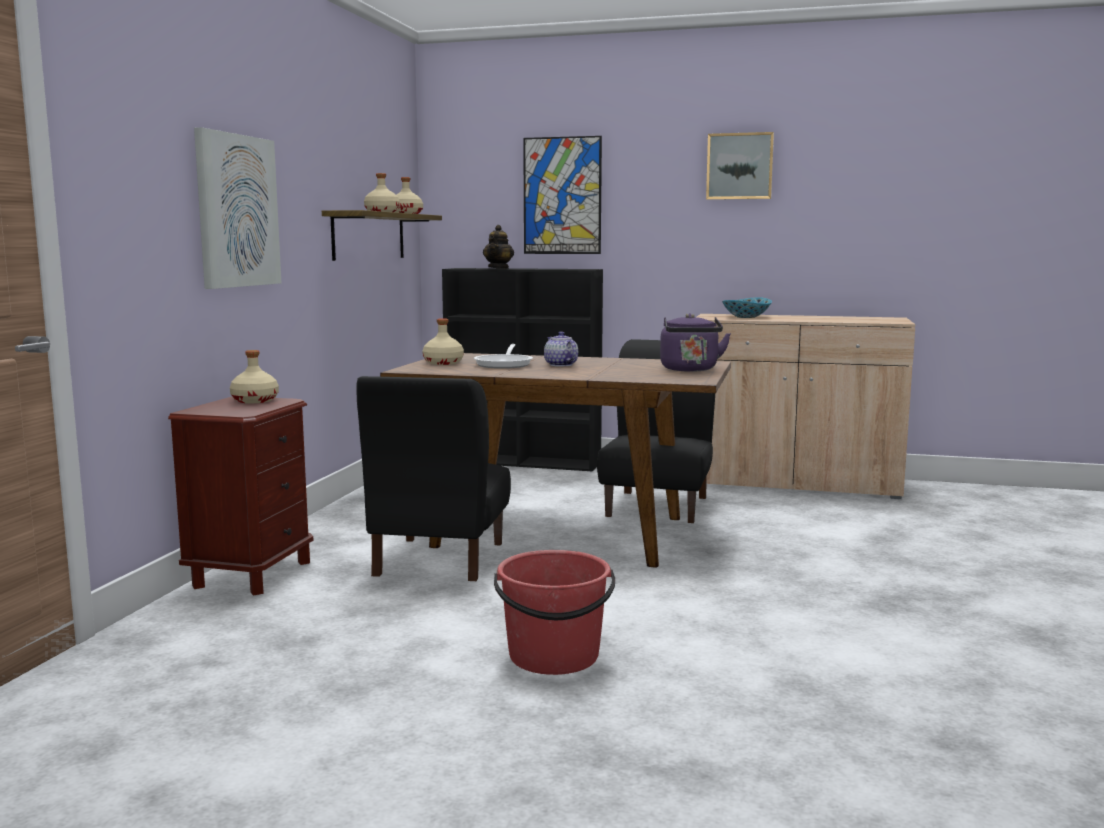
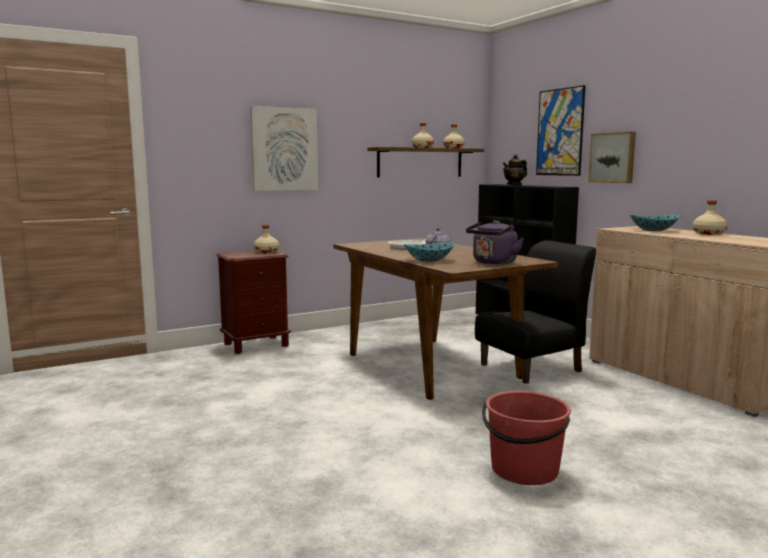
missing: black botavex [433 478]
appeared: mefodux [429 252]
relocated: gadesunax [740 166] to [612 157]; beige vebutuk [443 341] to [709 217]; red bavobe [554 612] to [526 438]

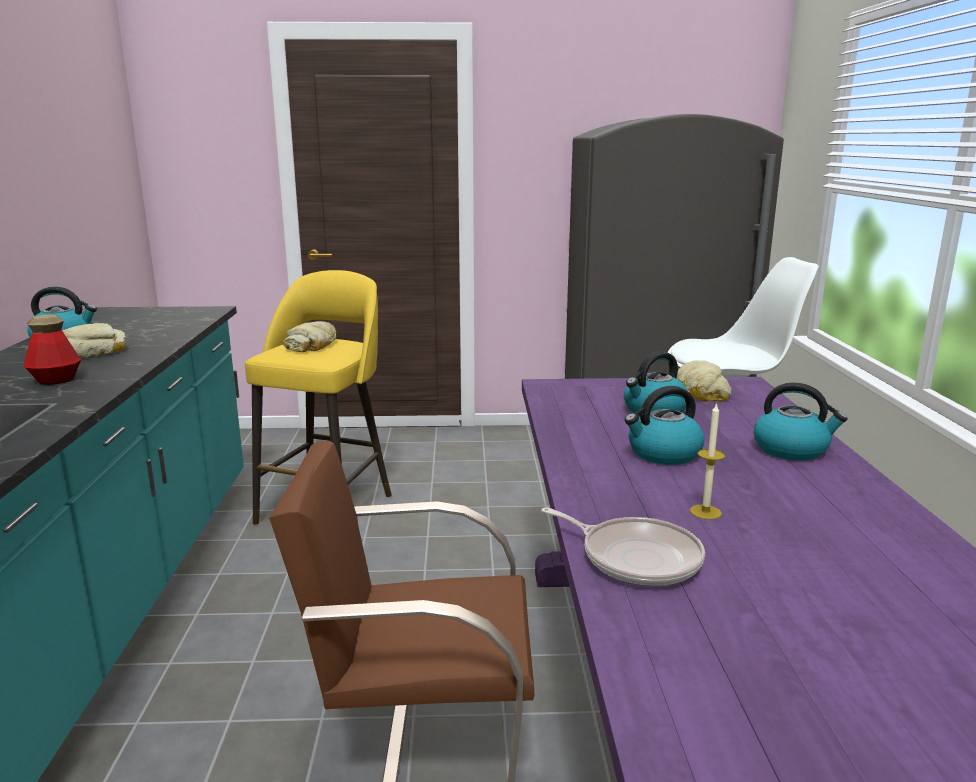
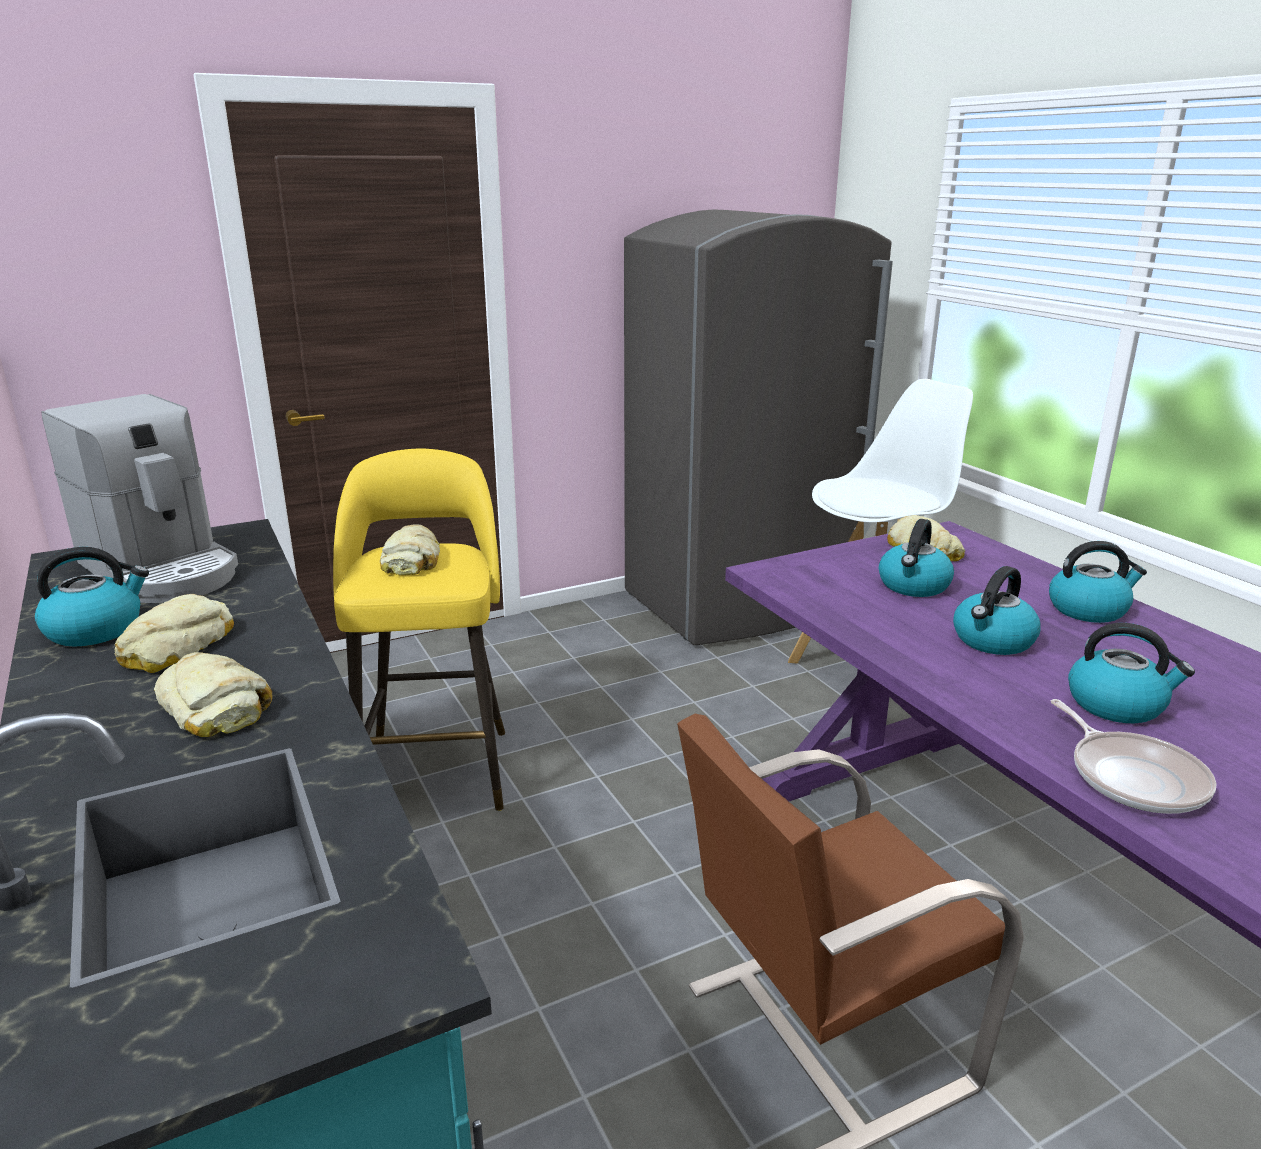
appeared: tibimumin [139 498]
exchanged: vebutuk [52 350] to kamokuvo [213 694]; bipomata [707 461] to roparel [1131 673]
spun: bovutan [623 546] = [1134 756] 60 degrees clockwise

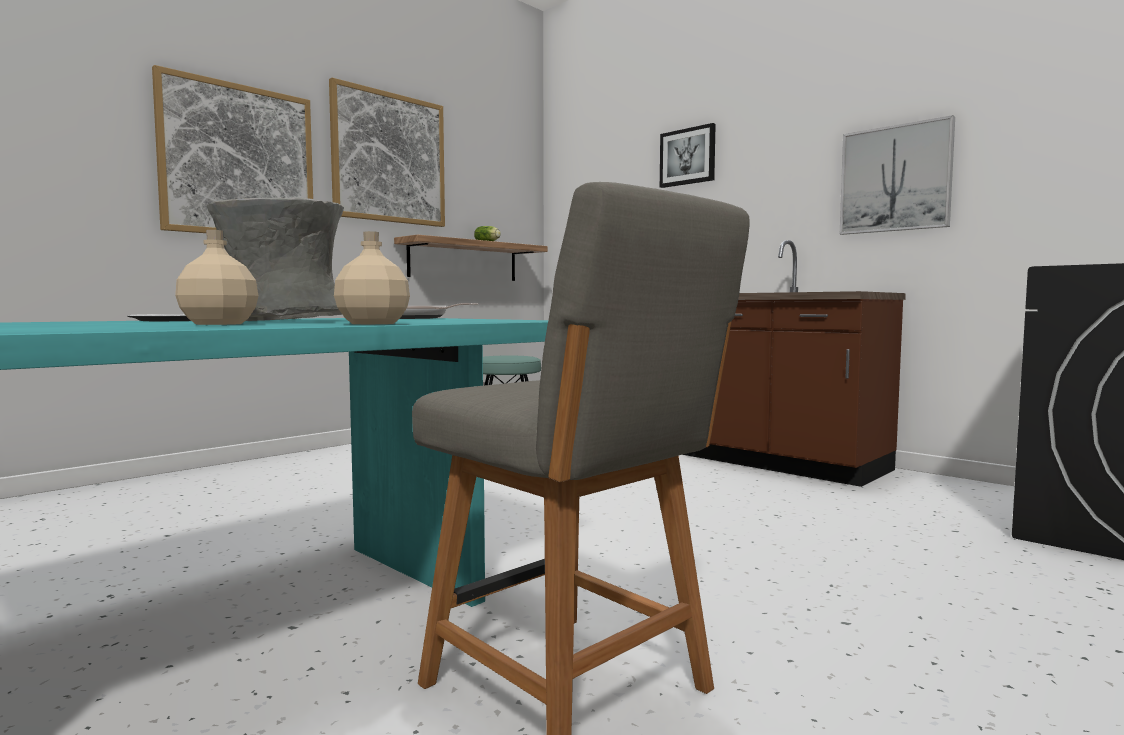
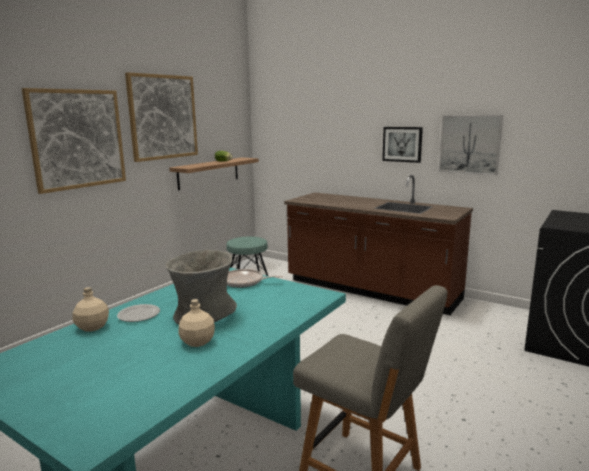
relocated: gadesunax [688 155] to [402 145]; beige vebutuk [372 277] to [91 309]

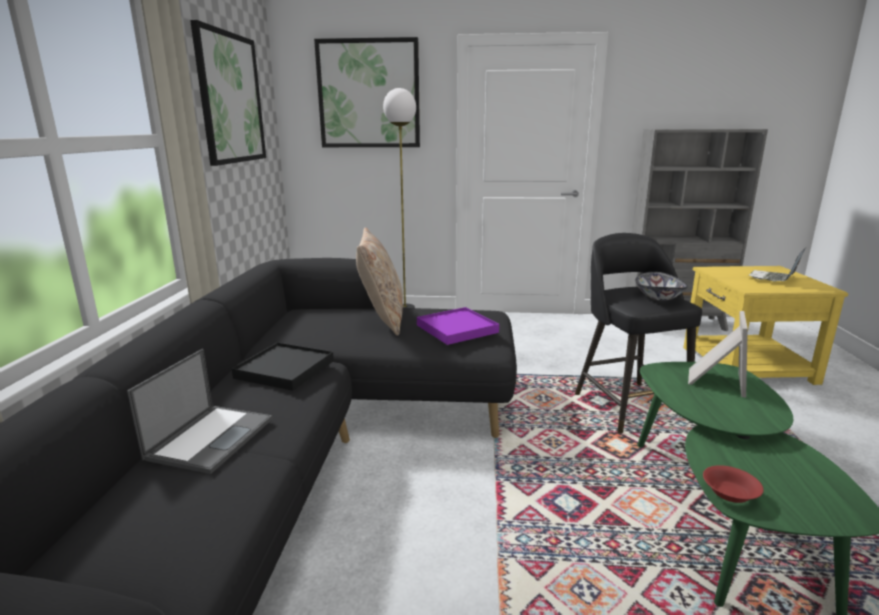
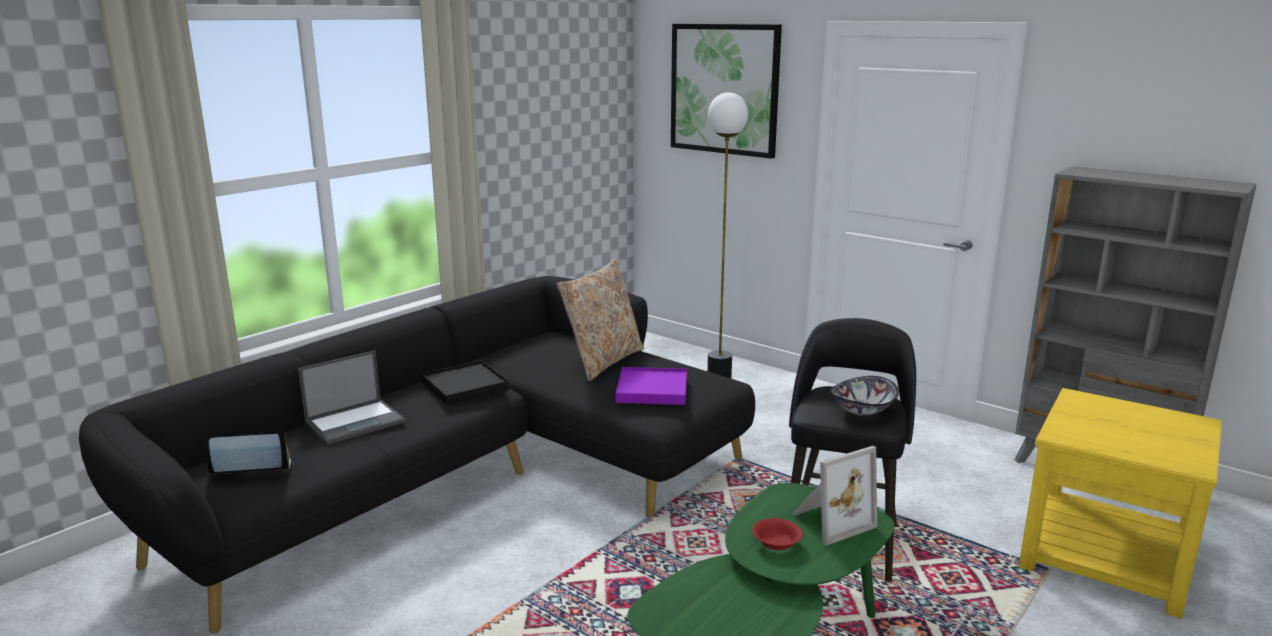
missing: gadesunax [228 93]
relocated: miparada [777 264] to [249 452]; red mefodux [733 484] to [777 534]

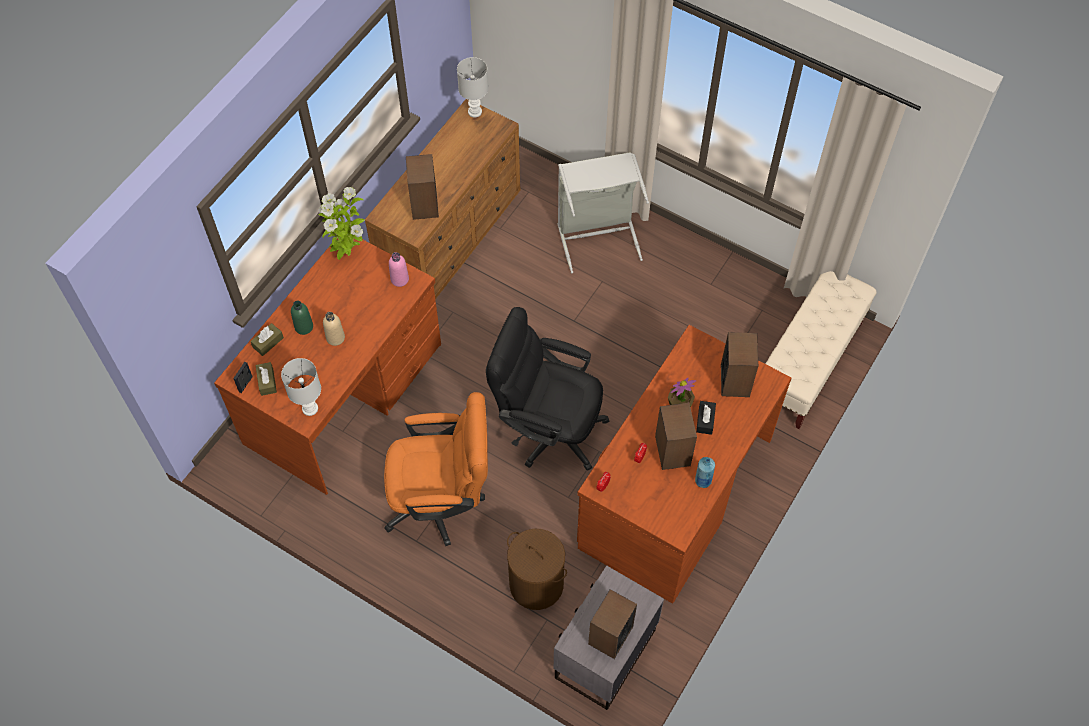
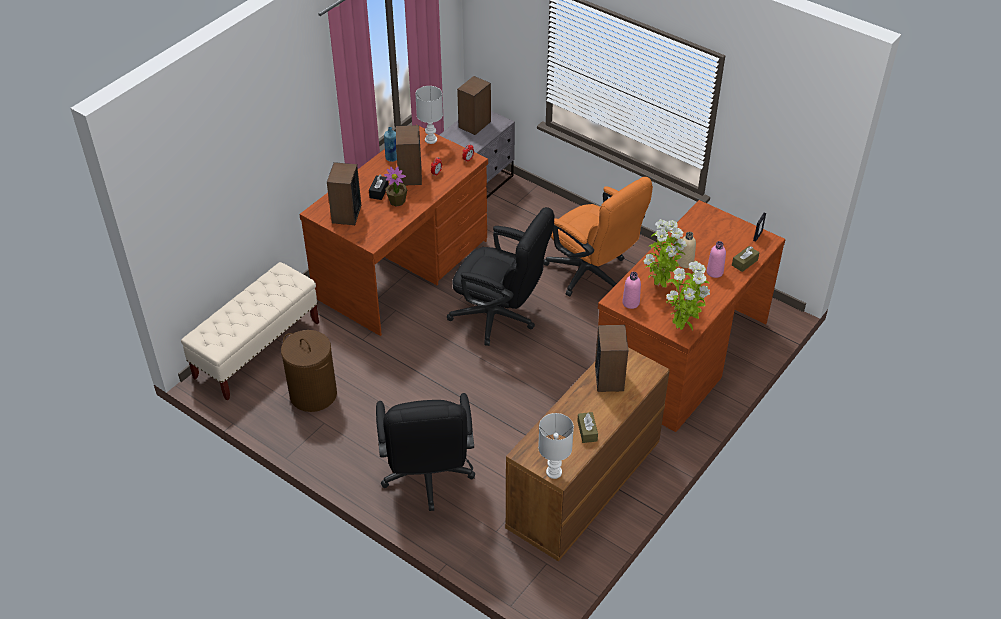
appeared: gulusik [665 253]
relocated: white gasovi [301 387] to [429 115]; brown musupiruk [266 379] to [587 427]; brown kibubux [537 569] to [309 371]
exchanged: grey kibubux [603 212] to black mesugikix [425 452]
colour: green vebutuk [302 318] to pink vebutuk [716 259]
spun: orange mesugikix [436 469] = [598 236] 135 degrees counterclockwise

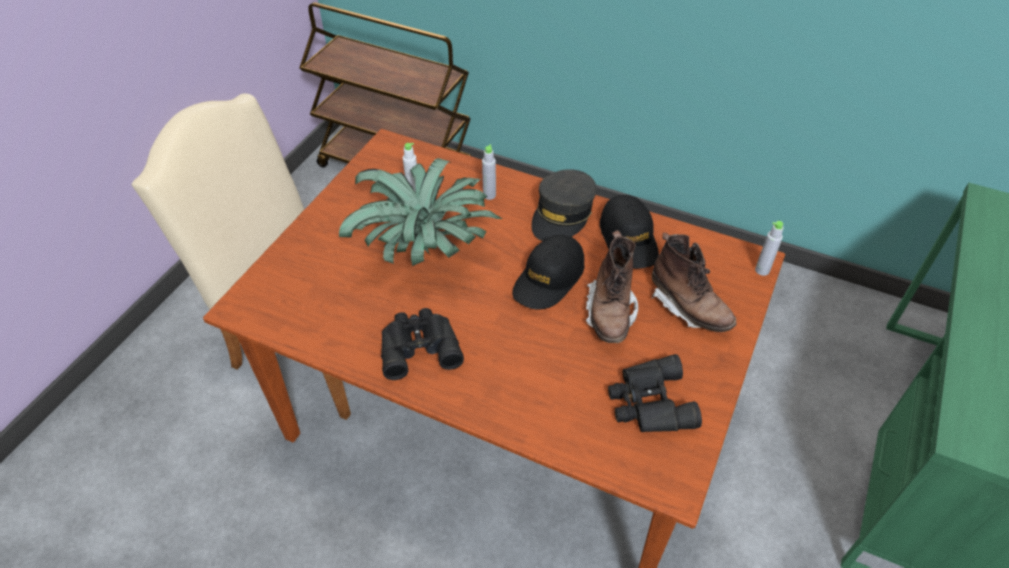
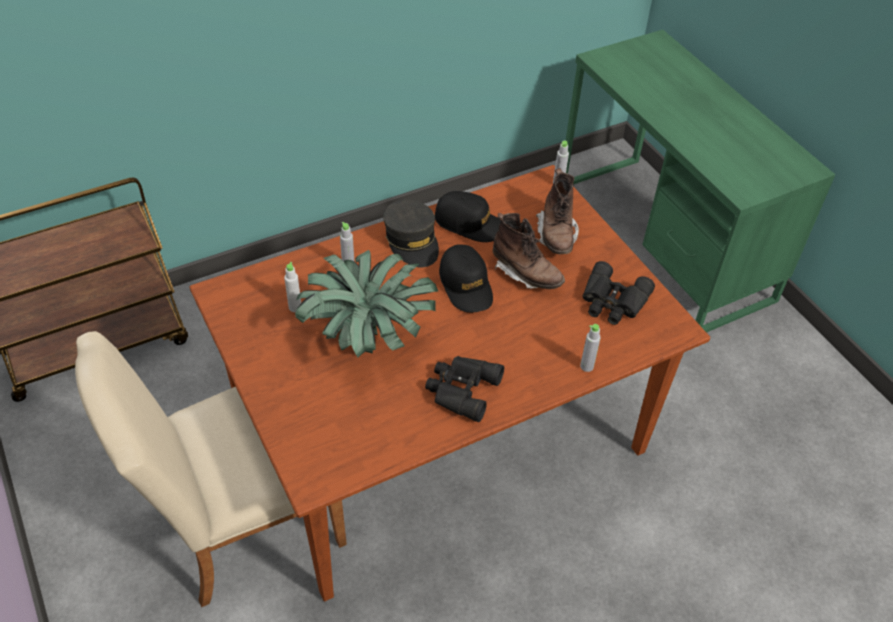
appeared: grey vebutuk [590 348]
spun: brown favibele [694 282] = [557 211] 90 degrees clockwise

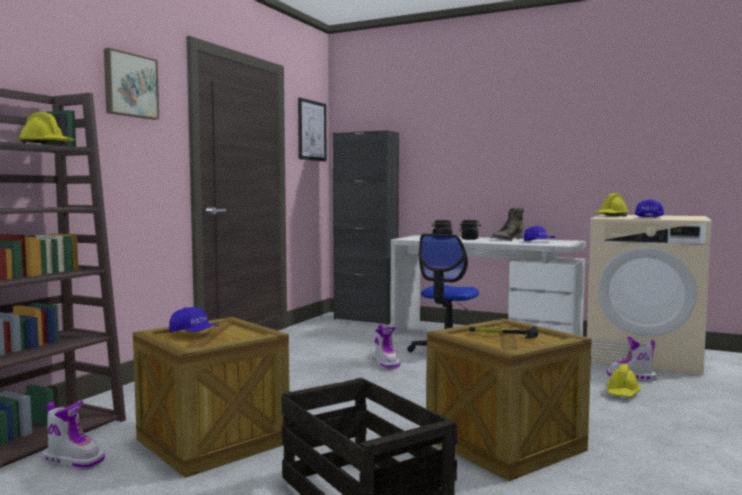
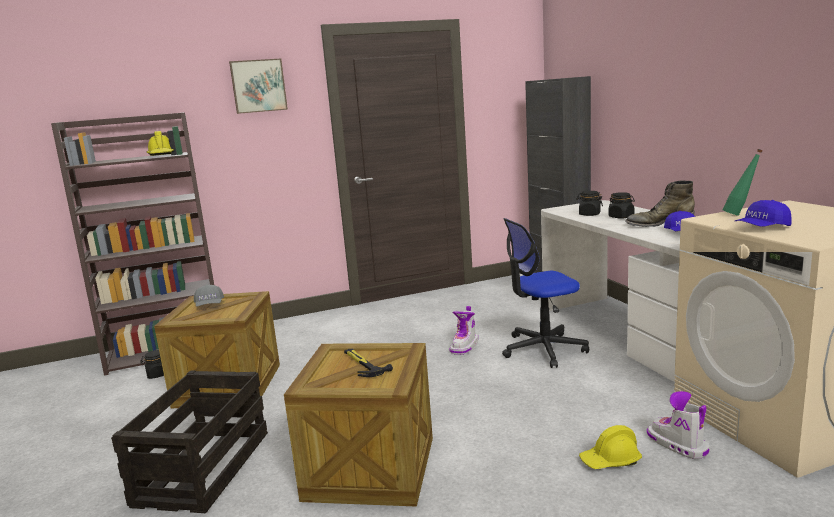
missing: gadesunax [312 129]
exchanged: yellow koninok [611 204] to green vebutuk [743 182]; favibele [73 435] to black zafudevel [152 364]
colour: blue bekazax [194 319] to grey bekazax [209 295]

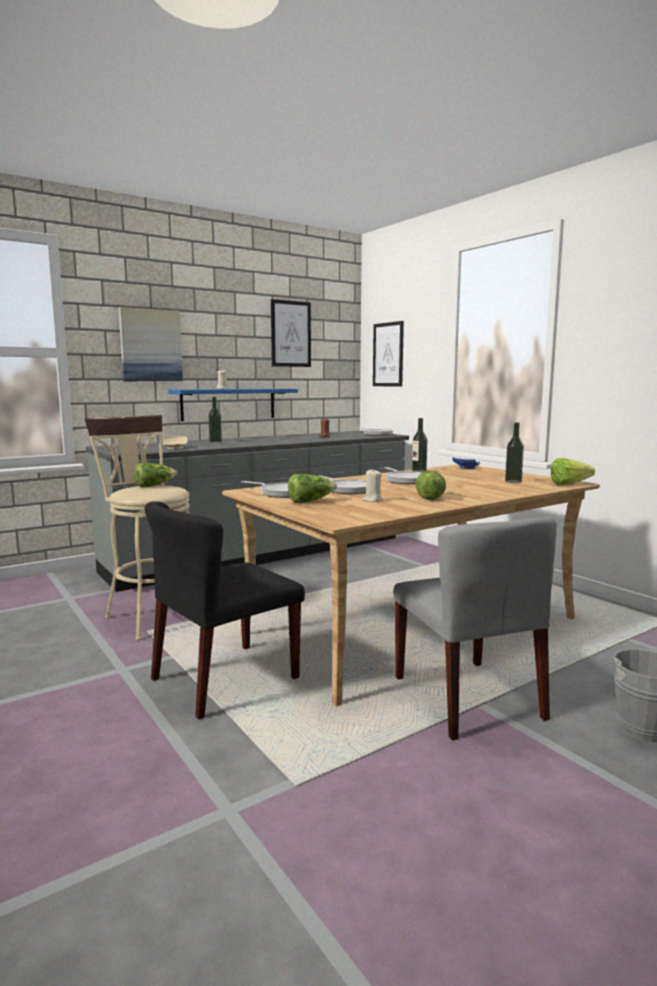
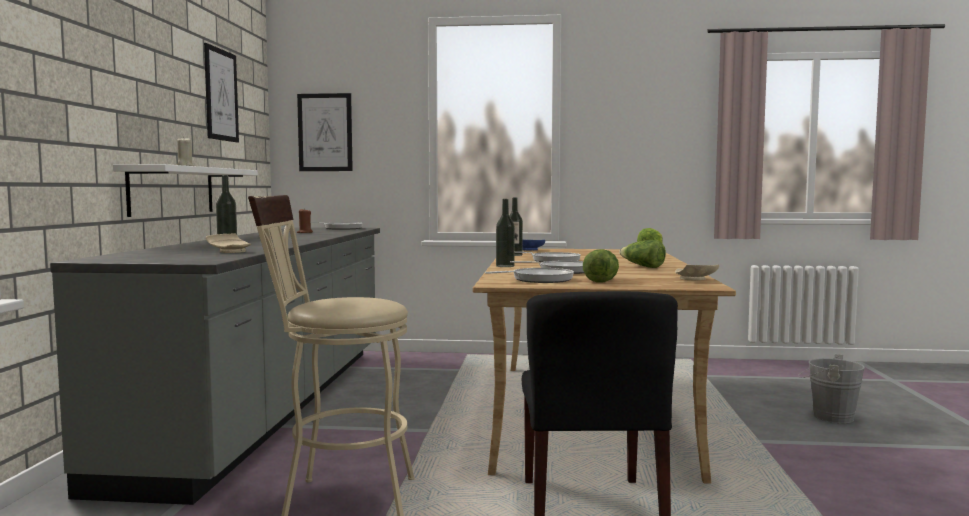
missing: gadesunax [151 344]; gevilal [155 475]; beige bipomata [372 485]; grey botavex [475 628]
appeared: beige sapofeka [697 273]
relocated: vebutuk [514 452] to [505 233]
colour: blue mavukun [233 405] to white mavukun [185 190]

